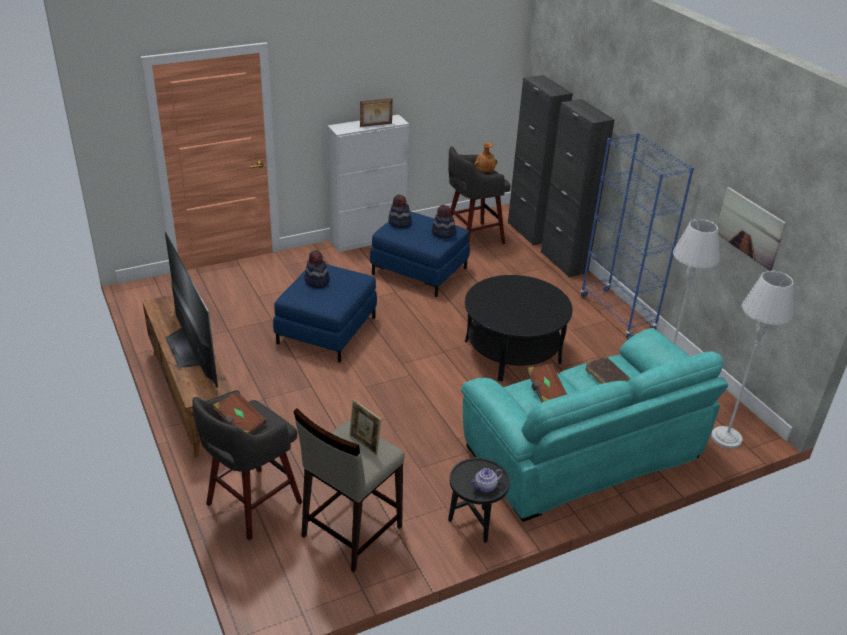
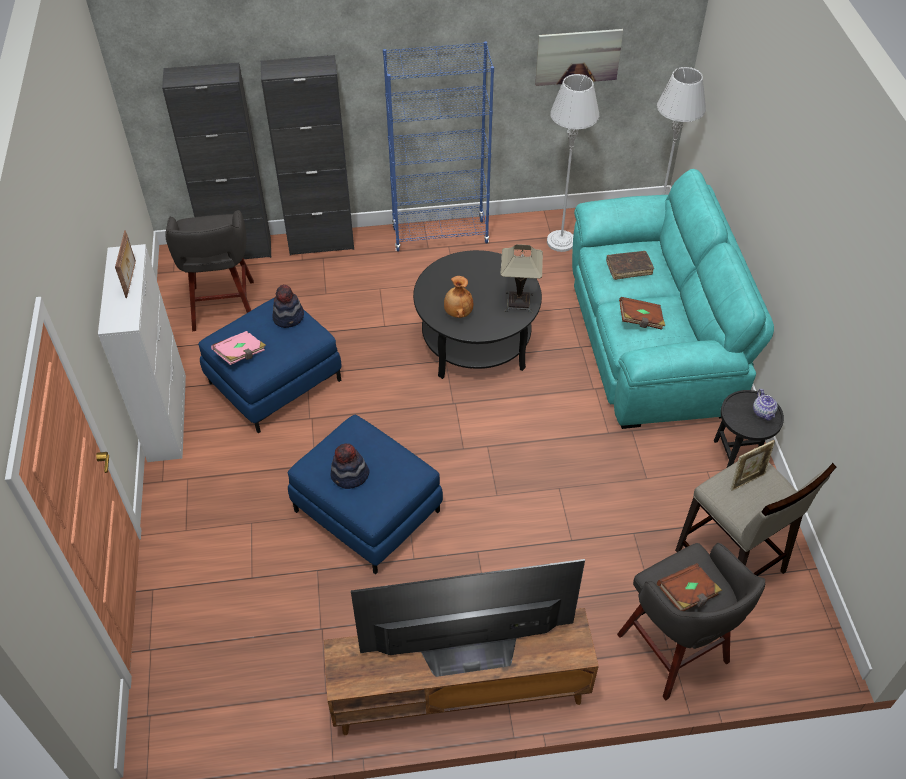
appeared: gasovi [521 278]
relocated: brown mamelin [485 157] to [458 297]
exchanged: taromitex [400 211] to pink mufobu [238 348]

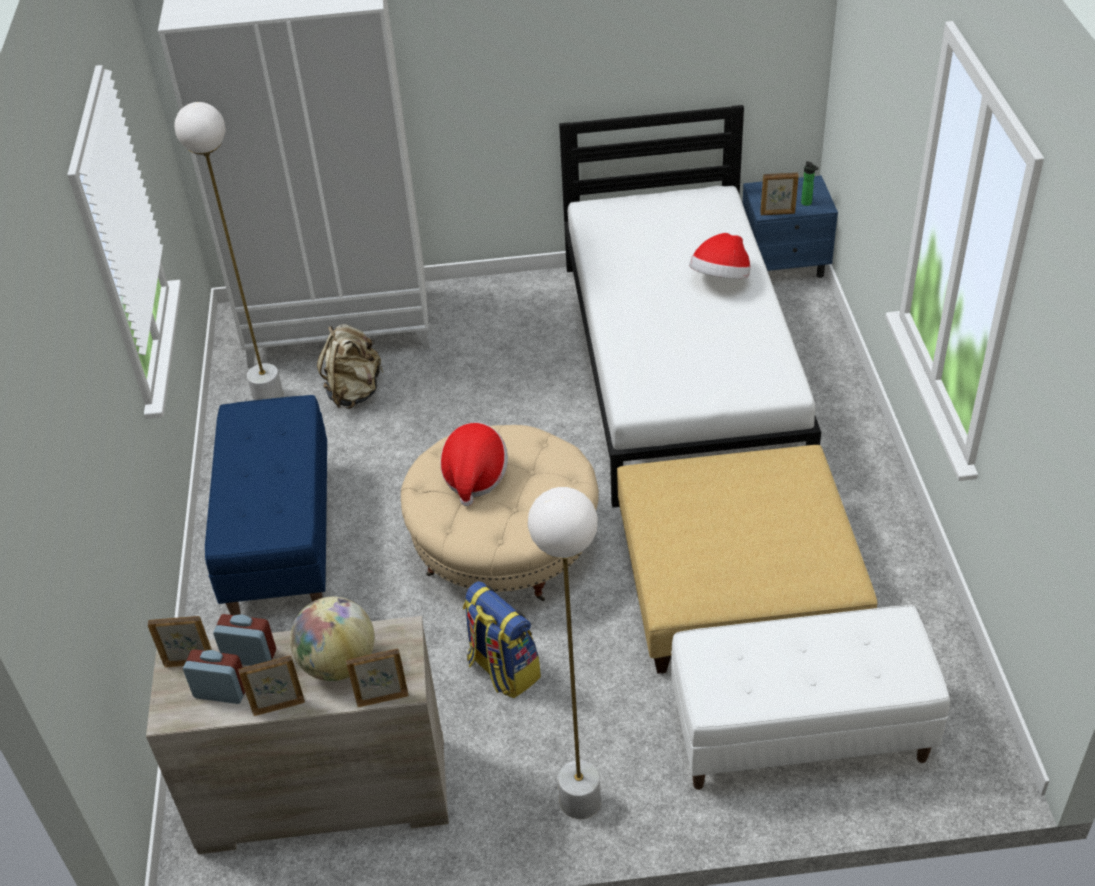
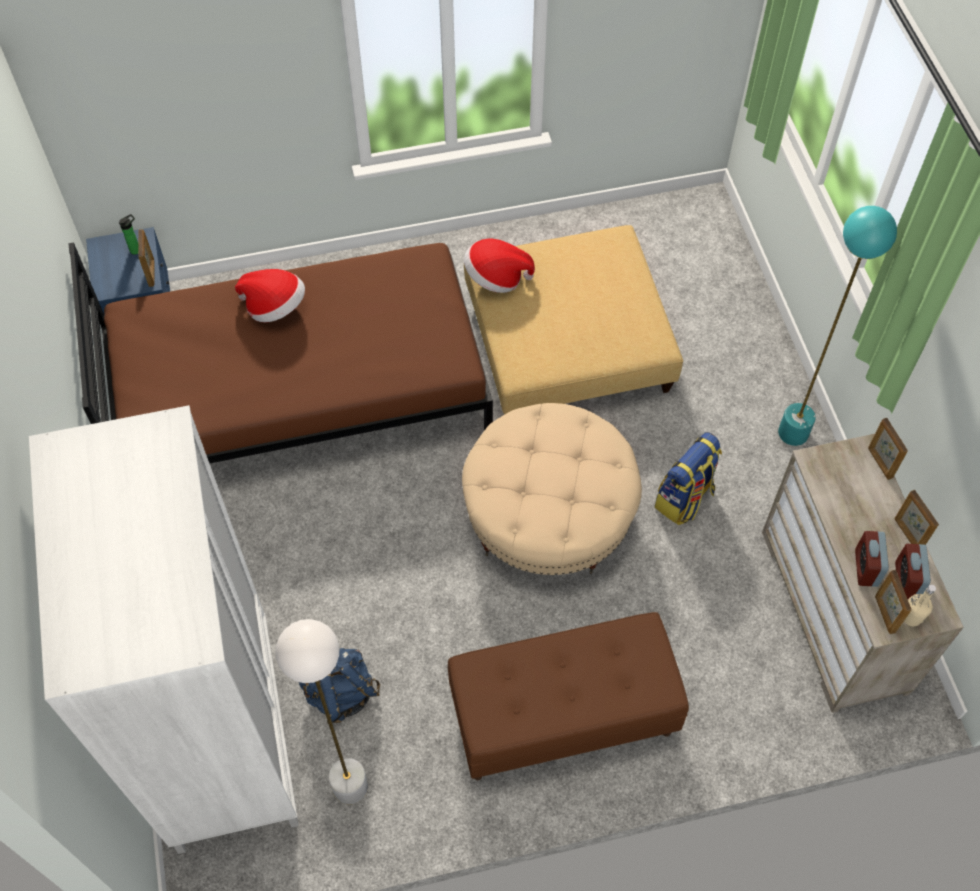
missing: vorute [332 639]; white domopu [810 697]
appeared: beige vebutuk [920 605]
relocated: taromitex [474 464] to [499 265]
colour: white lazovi [690 306] to brown lazovi [280 352]; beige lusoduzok [350 366] to blue lusoduzok [339 685]; blue domopu [266 505] to brown domopu [568 696]; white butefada [564 653] to turquoise butefada [837 326]

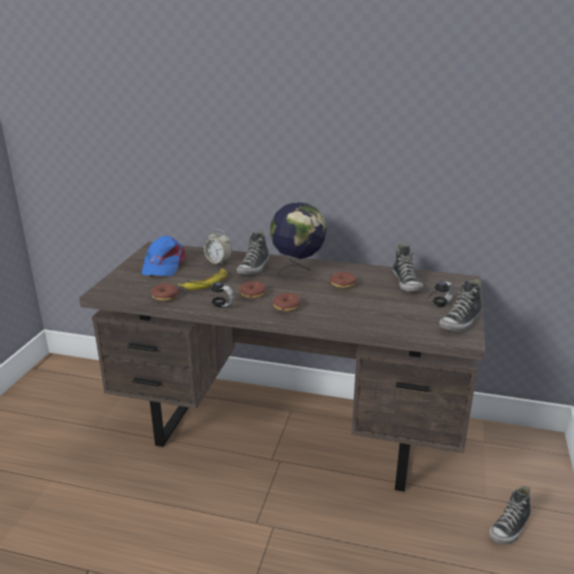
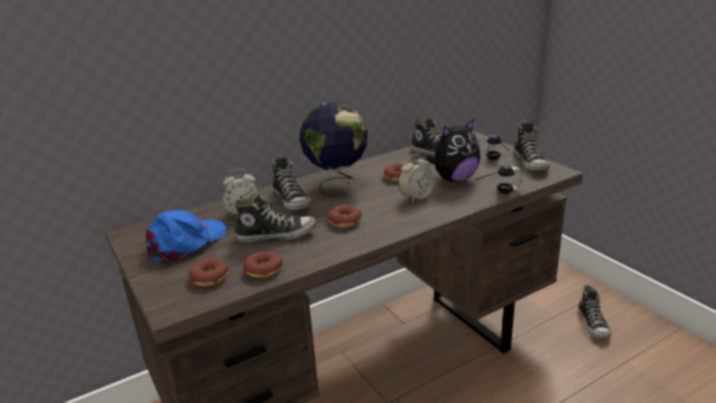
appeared: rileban [453 150]; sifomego [416 178]
relocated: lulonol [208 292] to [499 178]; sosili [287 302] to [209 272]
exchanged: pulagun [202 279] to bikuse [275 217]
spun: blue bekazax [164 256] = [186 237] 105 degrees counterclockwise

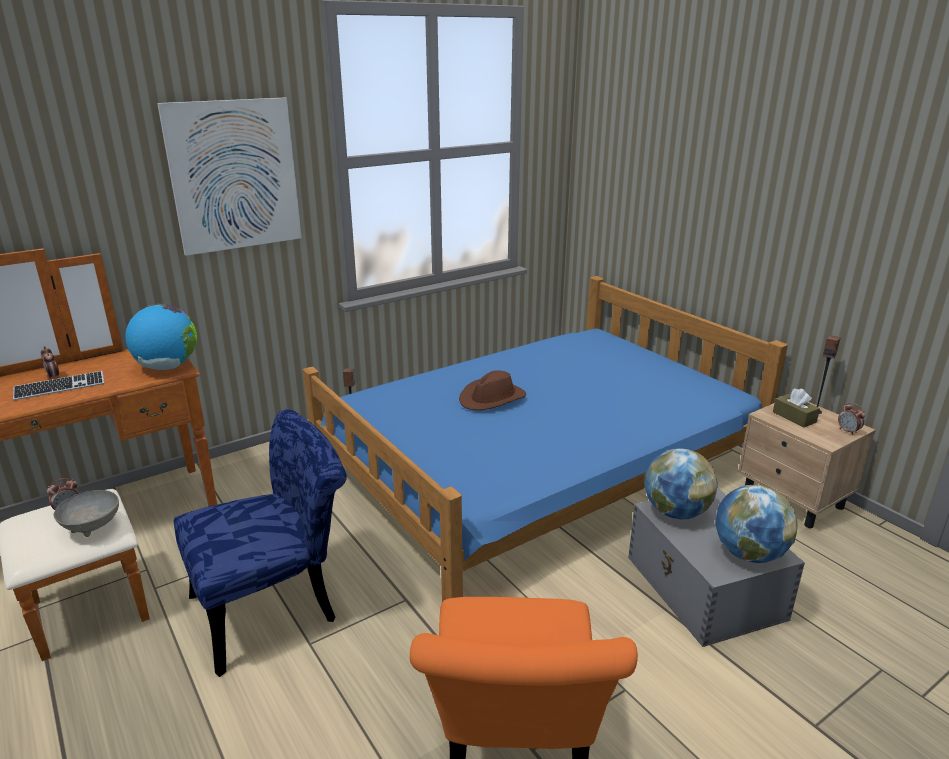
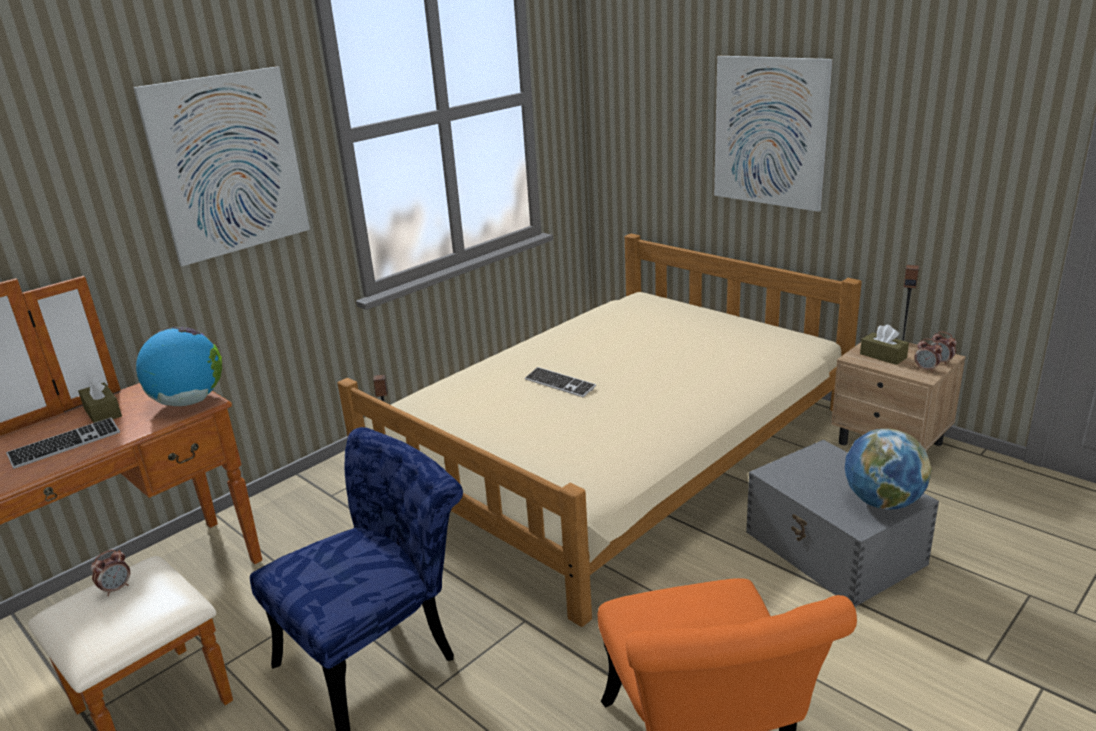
missing: vorute [681 483]; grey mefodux [86 513]
appeared: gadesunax [773 134]; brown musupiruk [100 399]
relocated: sifomego [50 363] to [928 356]
exchanged: brown taromitex [492 390] to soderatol [560 382]
colour: blue lazovi [545 439] to beige lazovi [599 430]

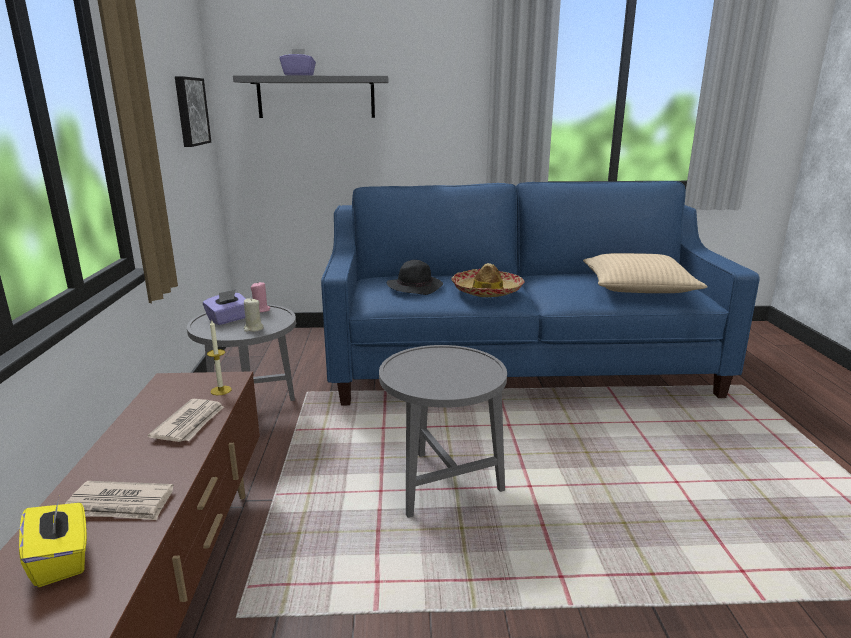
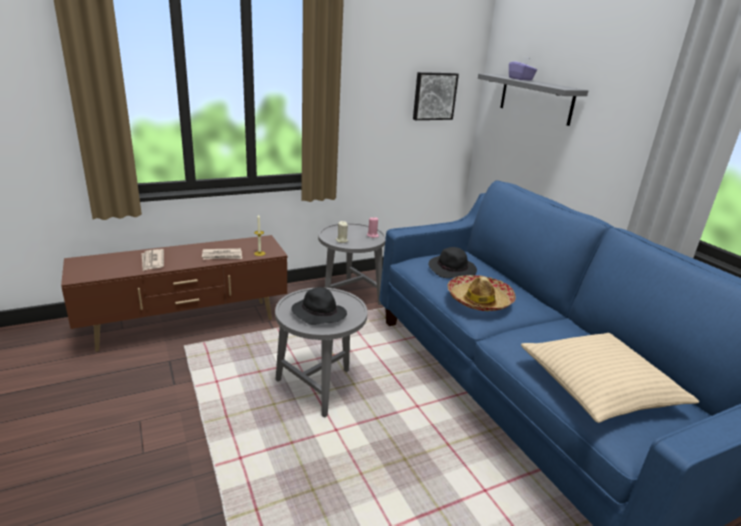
missing: purple musupiruk [224 307]; yellow musupiruk [53 540]
appeared: black taromitex [319 306]

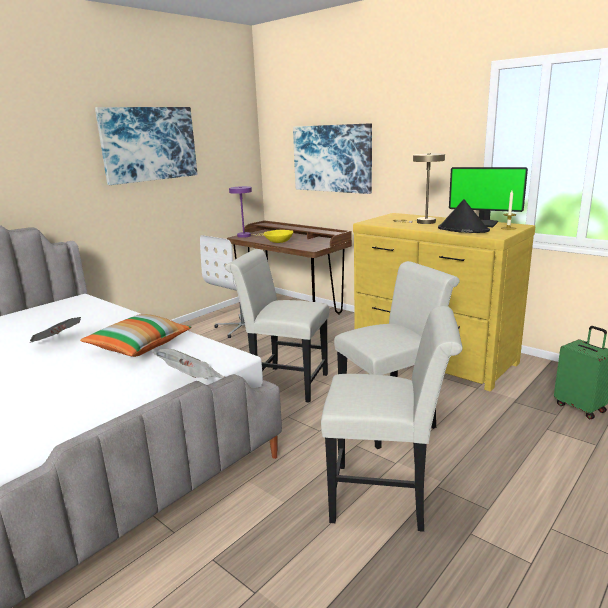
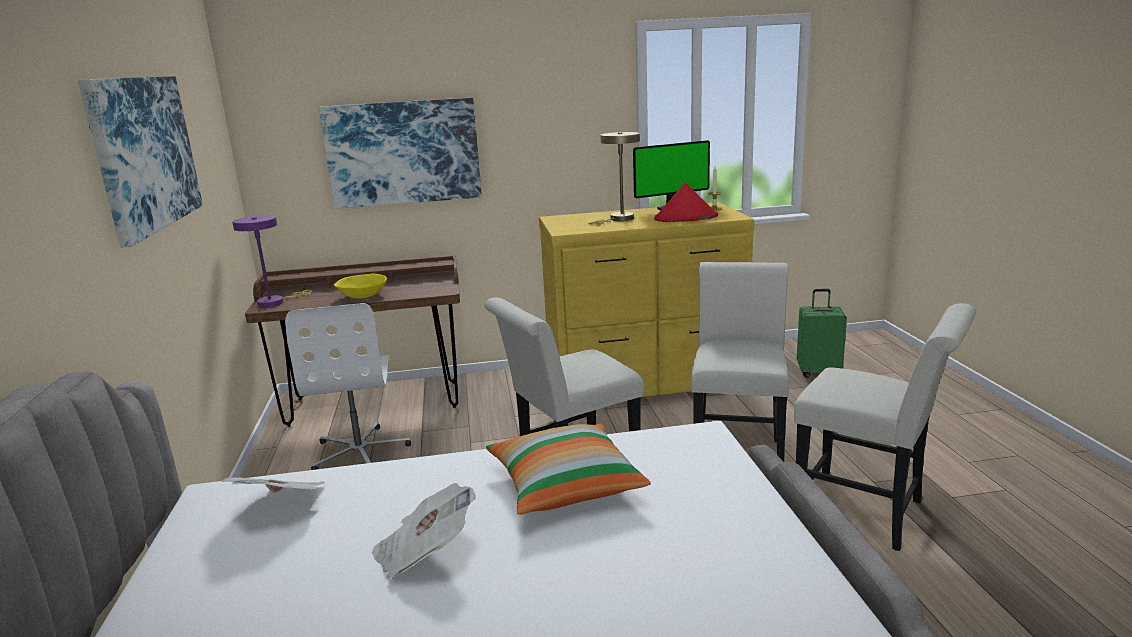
relocated: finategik [188 364] to [273 485]
colour: black taromitex [464 216] to red taromitex [686 202]
spun: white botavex [392 418] = [885 427] 75 degrees clockwise

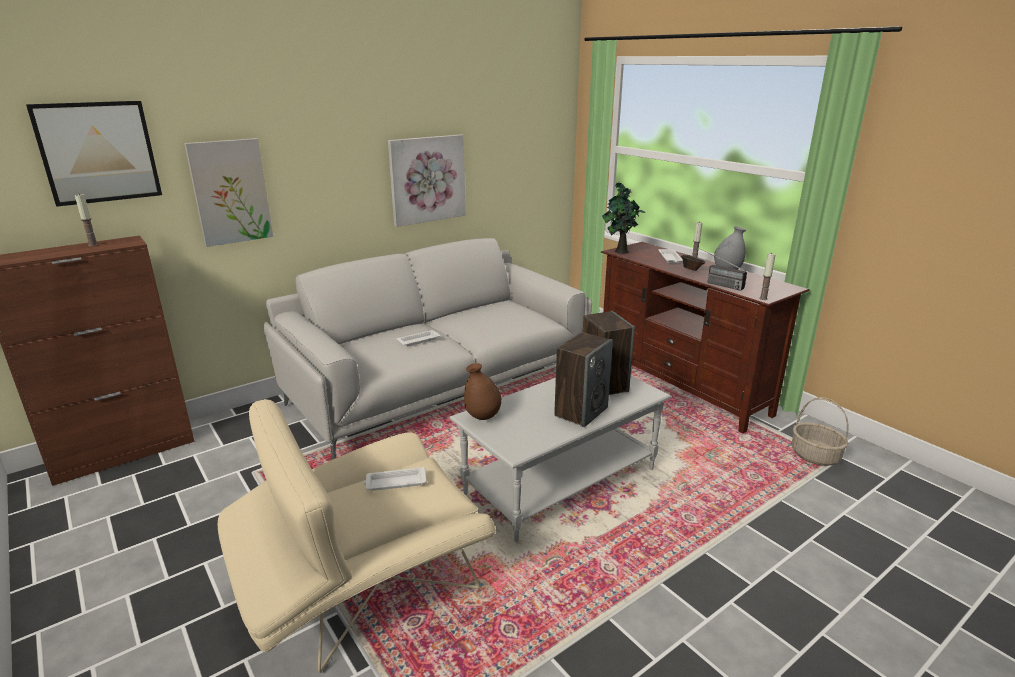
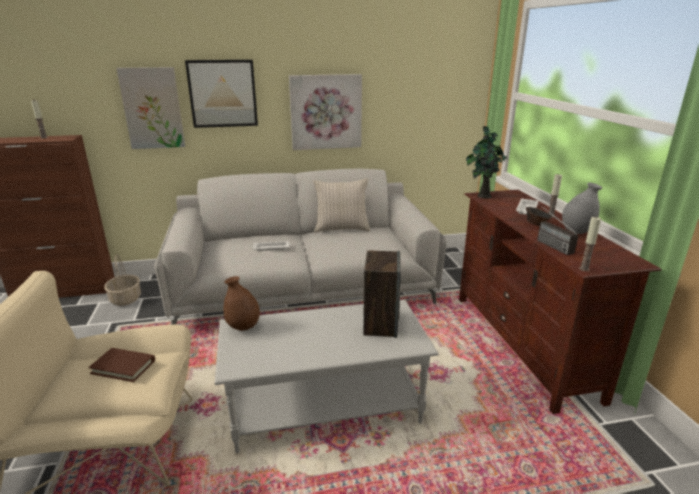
missing: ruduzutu [583 379]
appeared: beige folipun [341 205]
relocated: gadesunax [94 154] to [221 94]; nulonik [819 431] to [122 280]
exchanged: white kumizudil [395 479] to brown mufobu [121 365]

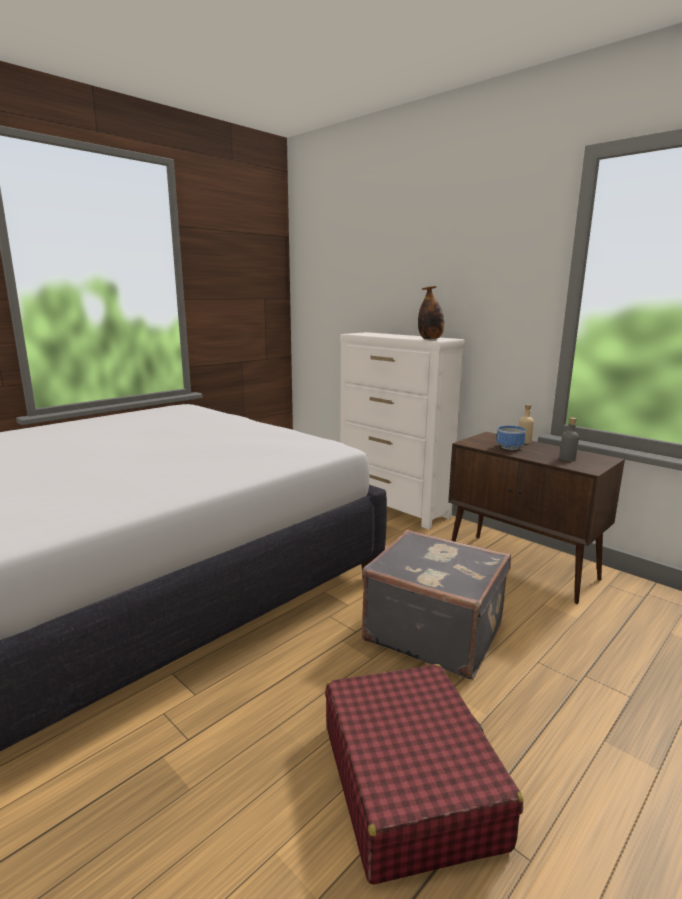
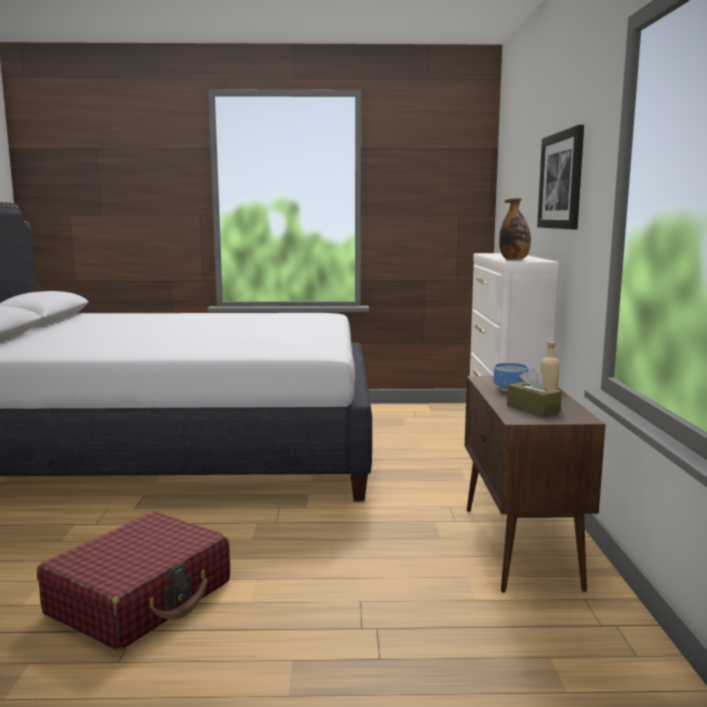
missing: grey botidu [436 605]
appeared: gadesunax [560 177]
exchanged: grey vebutuk [569 439] to brown musupiruk [534 392]

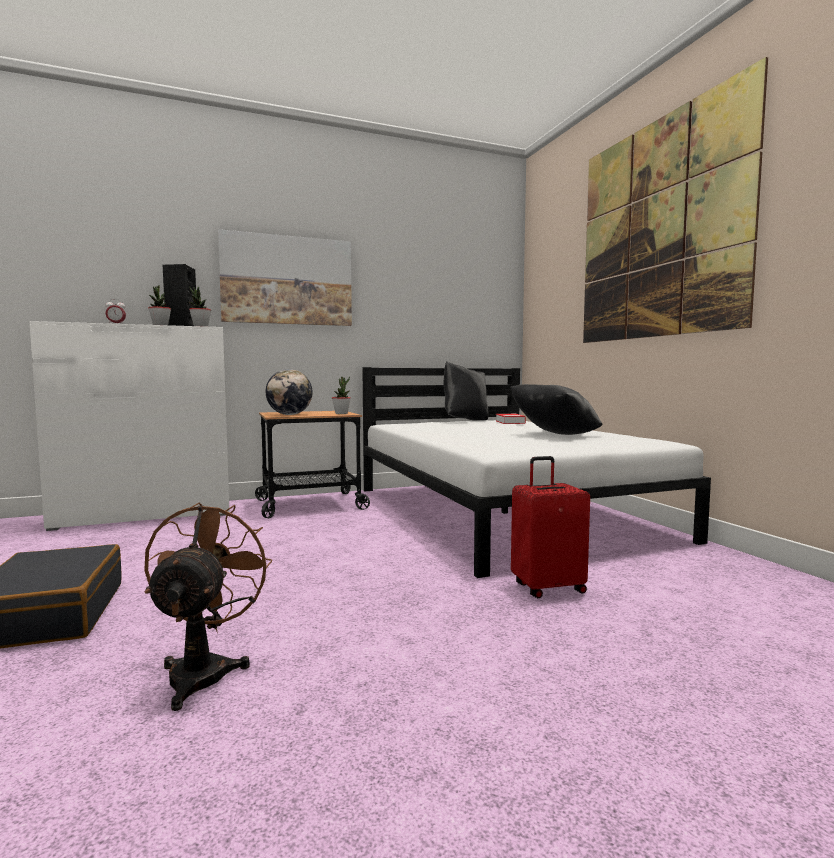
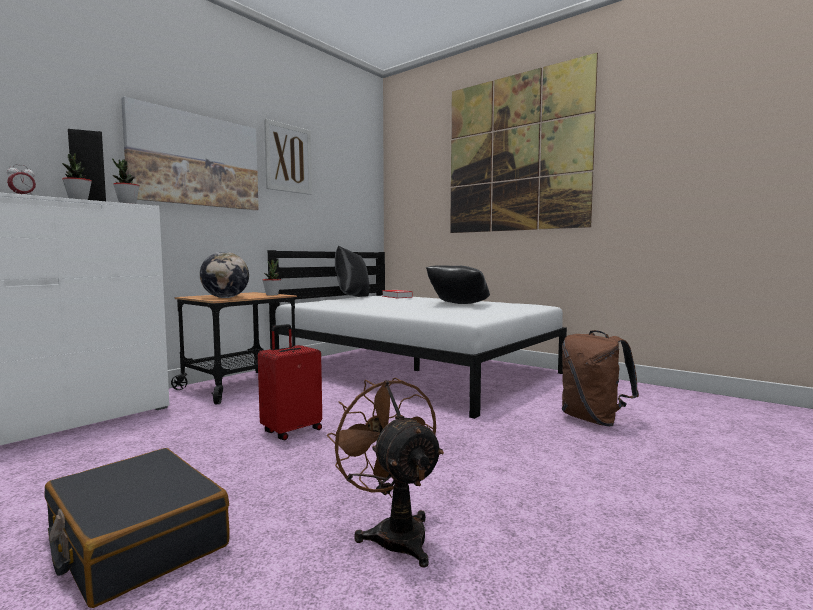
appeared: gadesunax [288 157]; brown lusoduzok [600 378]
relocated: red botidu [550 527] to [290 382]

